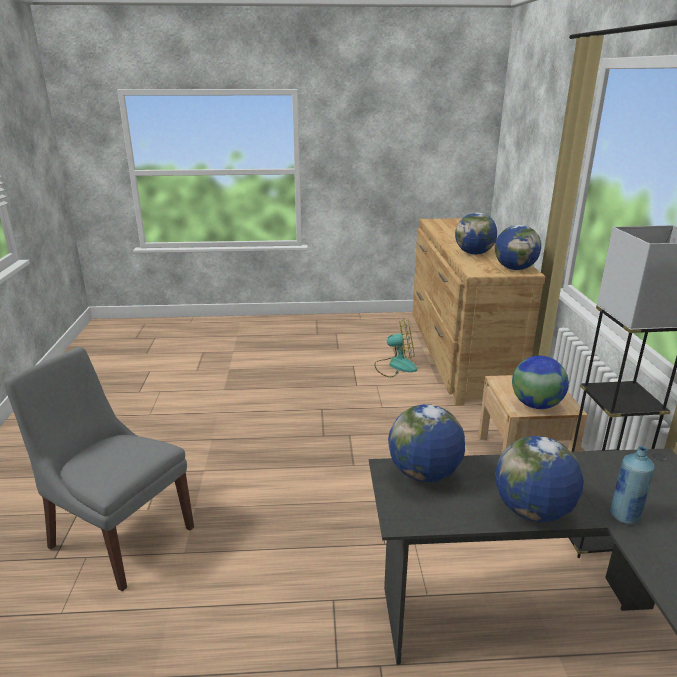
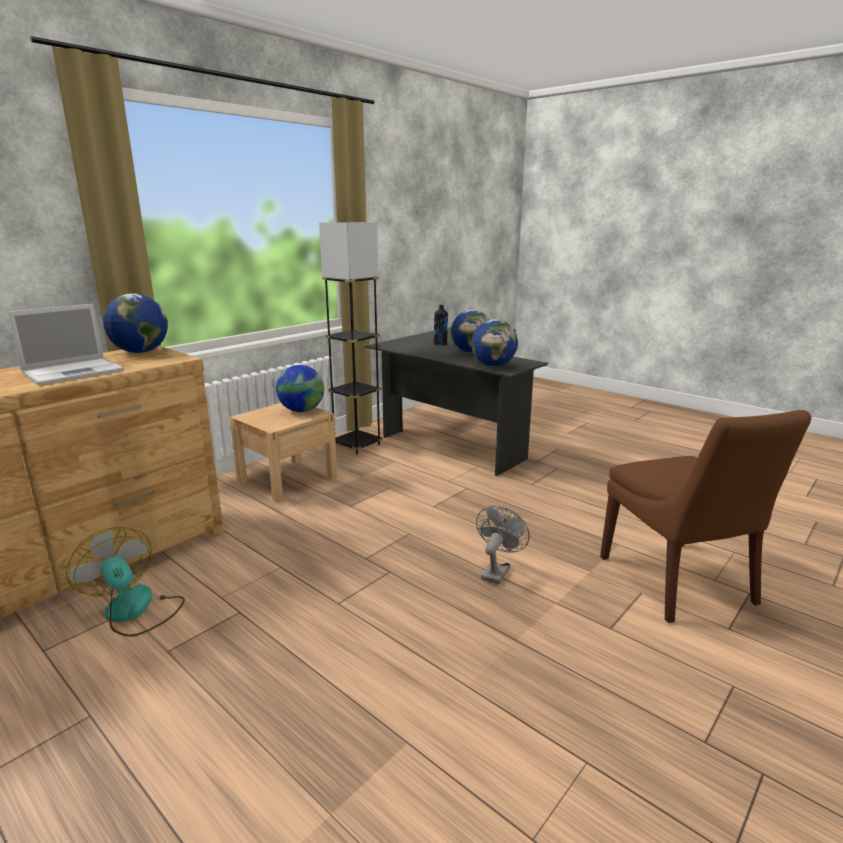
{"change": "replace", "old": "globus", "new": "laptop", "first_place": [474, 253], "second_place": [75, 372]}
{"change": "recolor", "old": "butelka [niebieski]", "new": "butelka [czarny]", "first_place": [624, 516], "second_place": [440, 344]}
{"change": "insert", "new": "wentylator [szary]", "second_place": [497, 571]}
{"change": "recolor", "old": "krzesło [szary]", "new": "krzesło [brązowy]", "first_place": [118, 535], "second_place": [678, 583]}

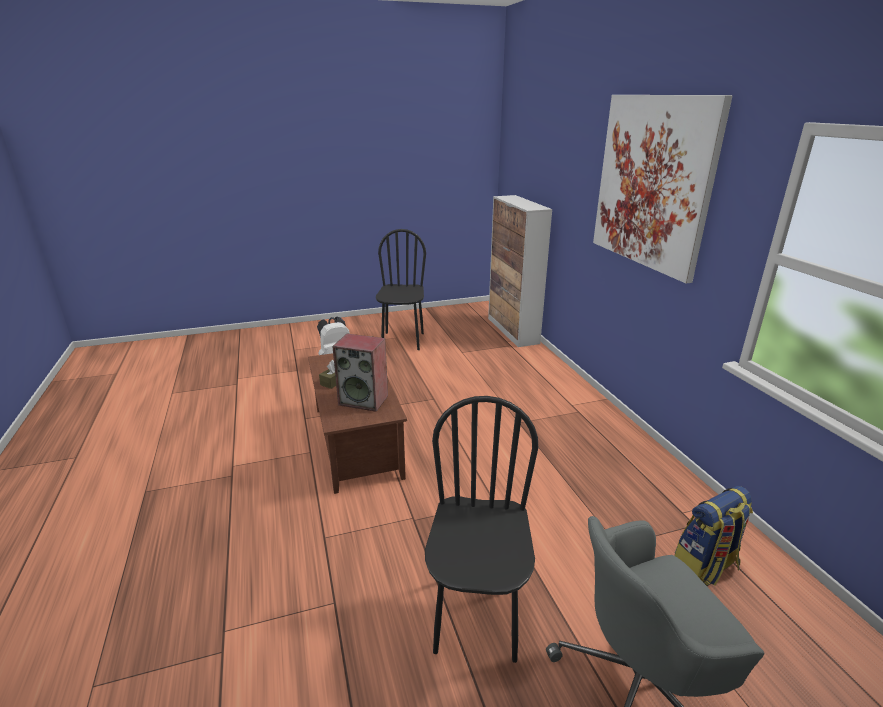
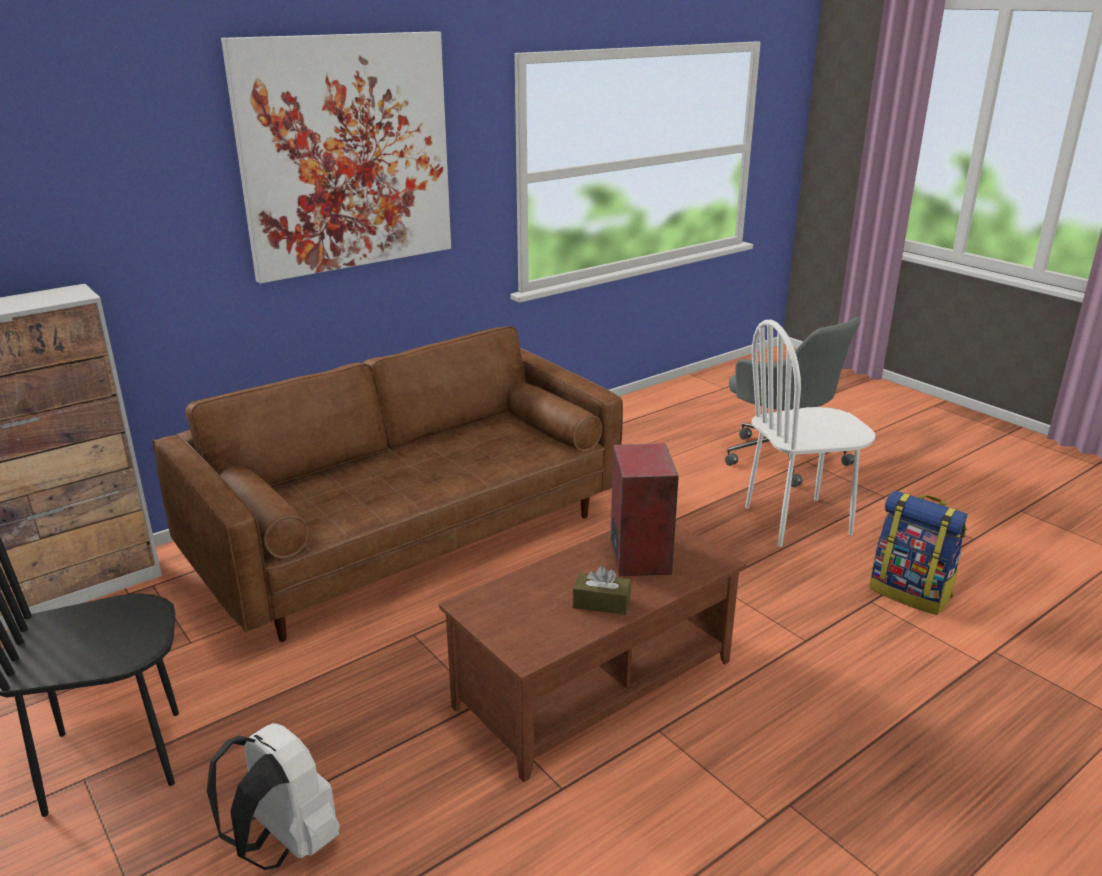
{"change": "insert", "new": "kanapa [brązowy]", "second_place": [408, 537]}
{"change": "recolor", "old": "krzesło [czarny]", "new": "krzesło [biały]", "first_place": [477, 617], "second_place": [798, 521]}
{"change": "move", "old": "plecak", "first_place": [705, 567], "second_place": [910, 593]}

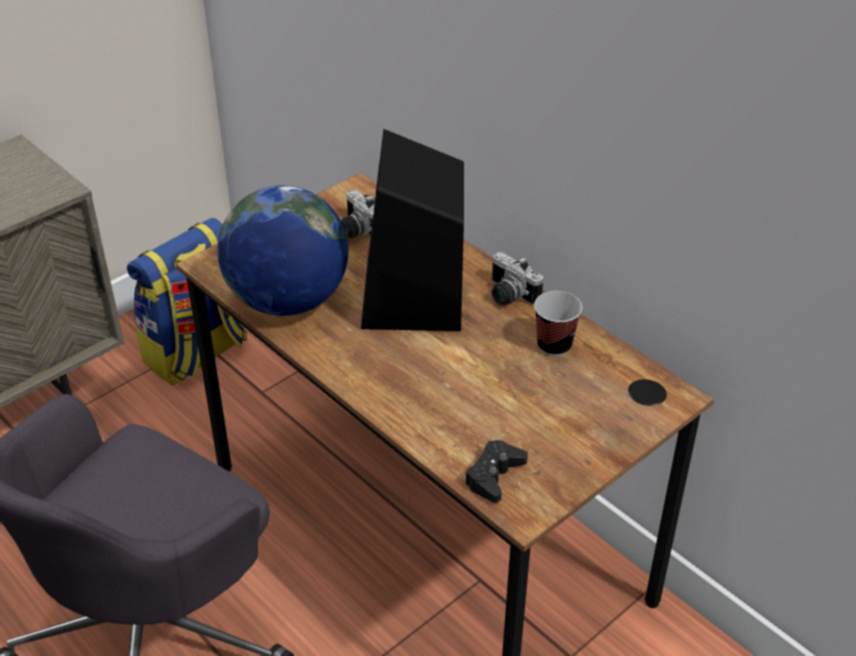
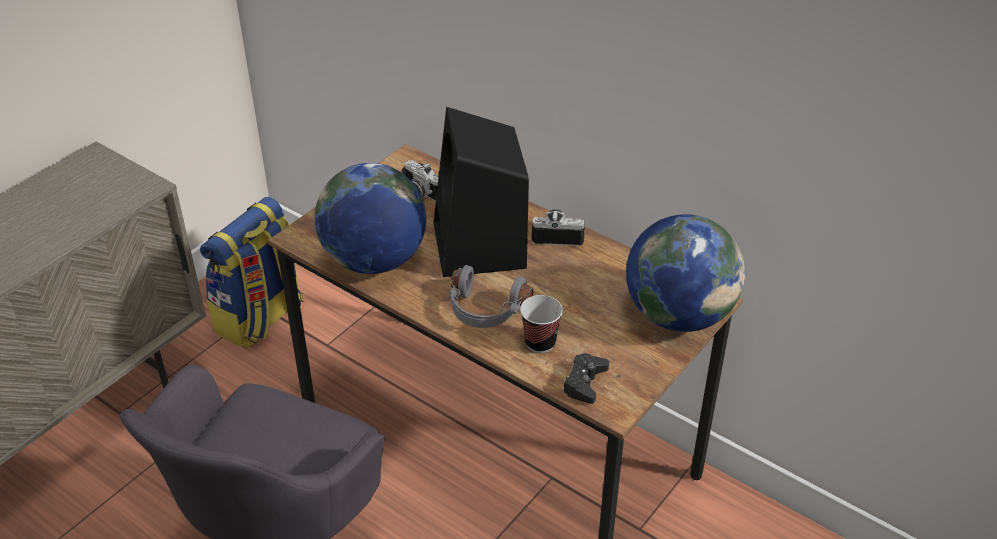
{"change": "insert", "new": "słuchawki [szary]", "second_place": [485, 310]}
{"change": "move", "old": "filiżanka", "first_place": [554, 345], "second_place": [540, 343]}
{"change": "rotate", "old": "aparat fotograficzny", "first_place": [508, 296], "second_place": [558, 235], "degrees": 150}
{"change": "insert", "new": "globus", "second_place": [678, 315]}

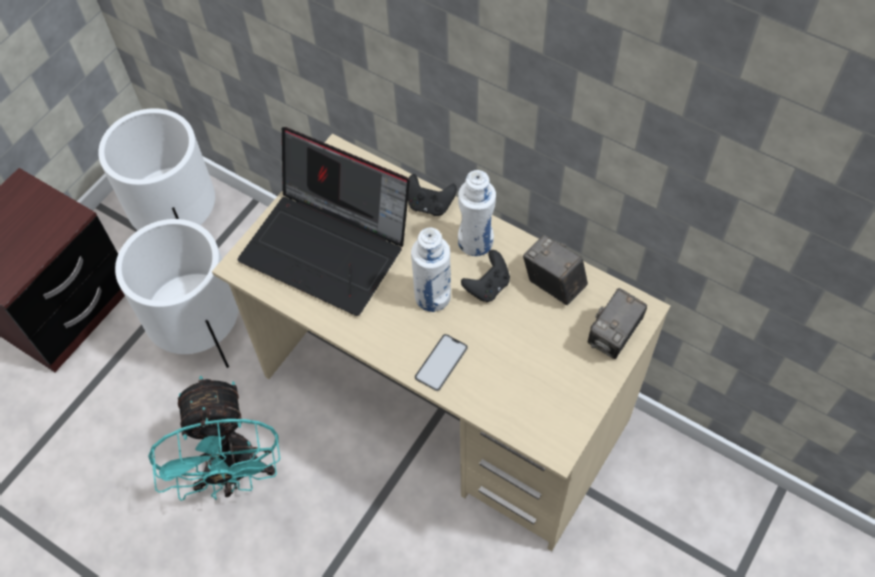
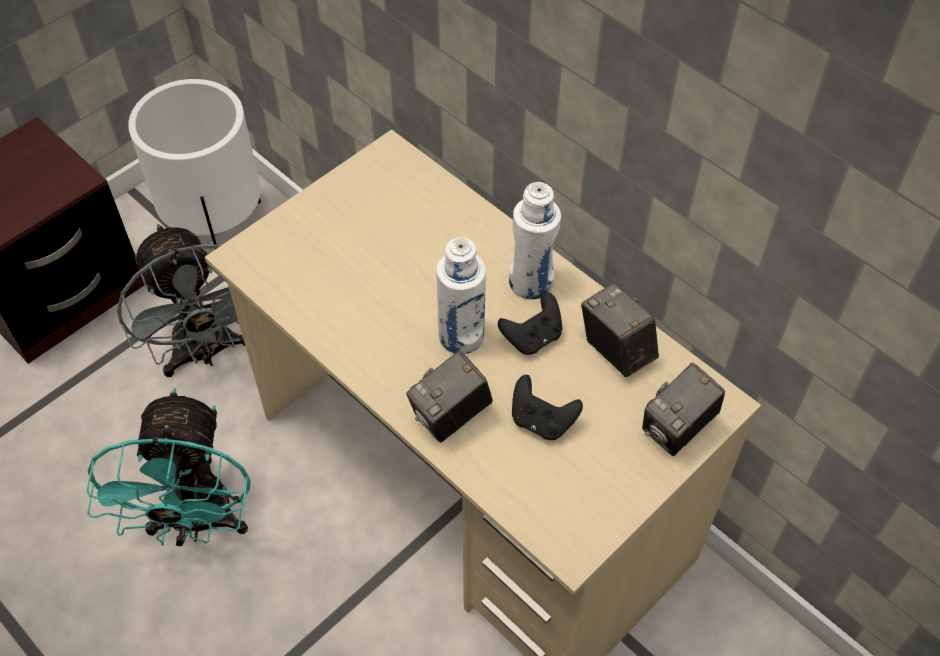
{"change": "replace", "old": "donica [biały]", "new": "wentylator [szary]", "first_place": [201, 333], "second_place": [206, 353]}
{"change": "replace", "old": "telefon", "new": "aparat fotograficzny", "first_place": [441, 362], "second_place": [451, 416]}
{"change": "move", "old": "pad do gier [czarny]", "first_place": [430, 205], "second_place": [541, 421]}
{"change": "delete", "old": "laptop", "first_place": [329, 247]}

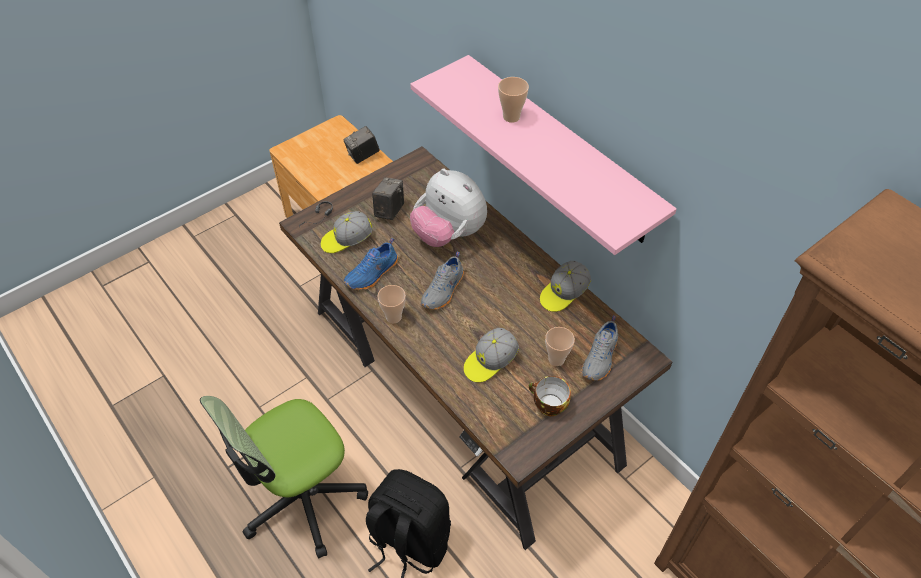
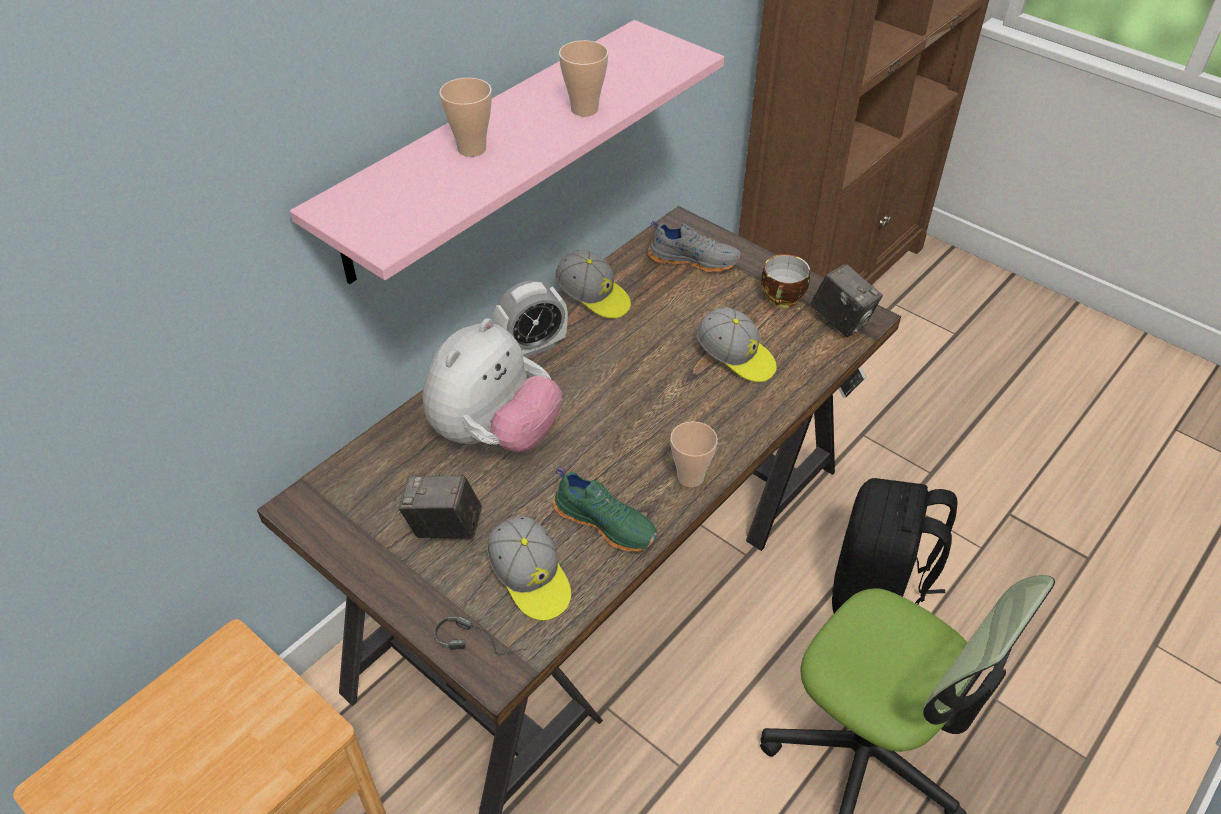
{"change": "insert", "new": "budzik", "second_place": [532, 347]}
{"change": "recolor", "old": "but [niebieski]", "new": "but [zielony]", "first_place": [373, 274], "second_place": [606, 522]}
{"change": "move", "old": "filiżanka", "first_place": [556, 359], "second_place": [584, 109]}
{"change": "move", "old": "aparat fotograficzny", "first_place": [363, 156], "second_place": [841, 321]}
{"change": "delete", "old": "but [szary]", "first_place": [444, 291]}

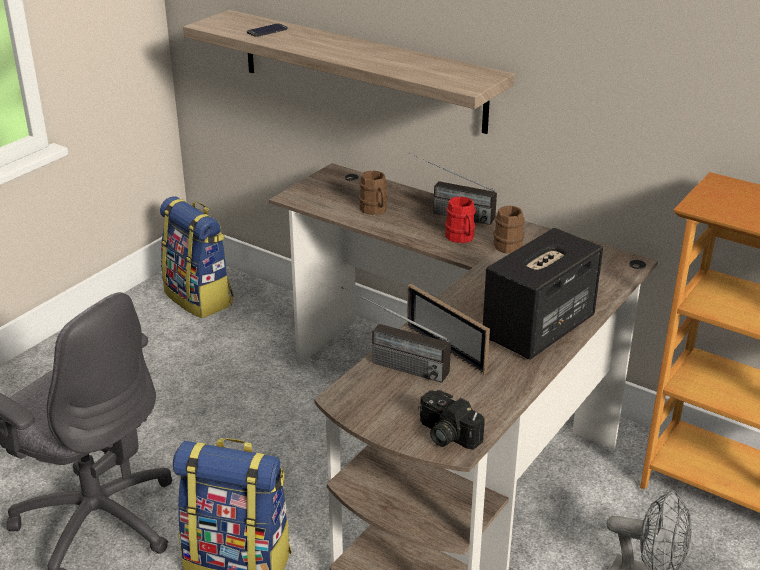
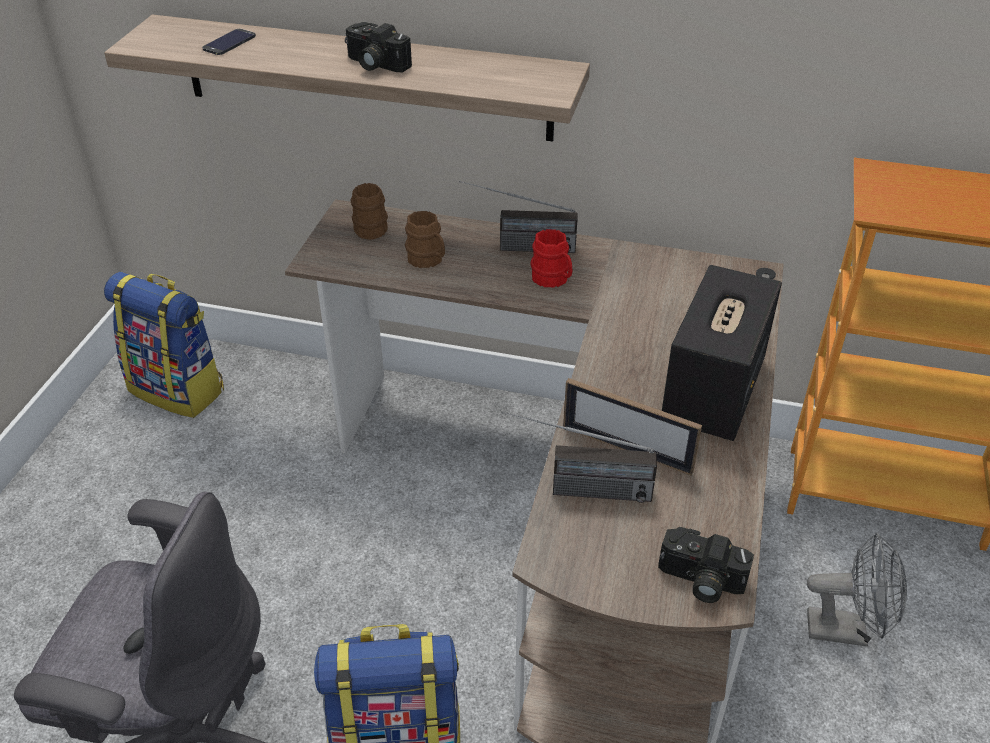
{"change": "insert", "new": "aparat fotograficzny", "second_place": [374, 64]}
{"change": "move", "old": "kubek [brązowy]", "first_place": [510, 244], "second_place": [372, 227]}

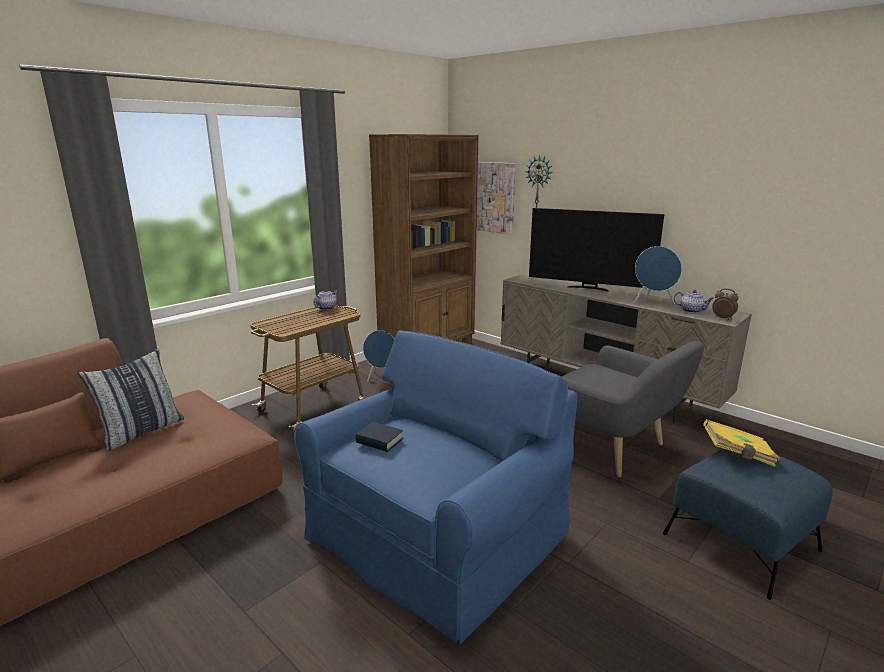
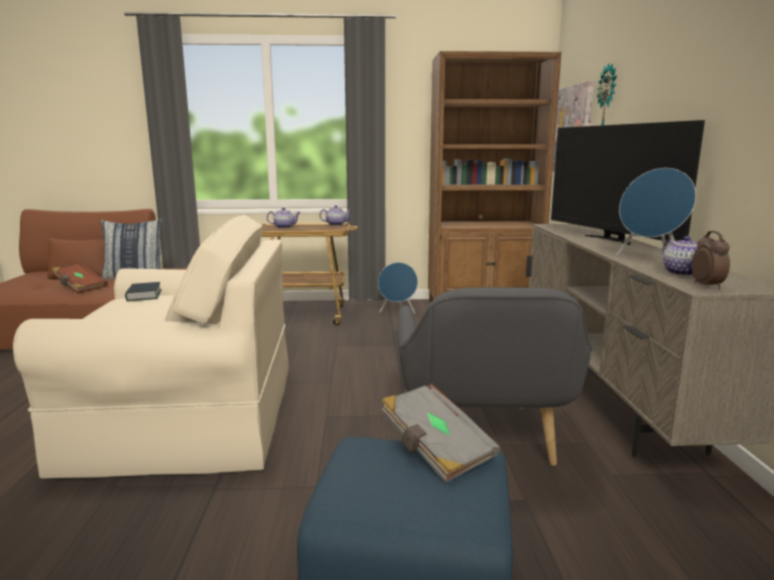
{"change": "recolor", "old": "fotel [niebieski]", "new": "fotel [beżowy]", "first_place": [436, 535], "second_place": [188, 417]}
{"change": "insert", "new": "książka [brązowy]", "second_place": [80, 287]}
{"change": "insert", "new": "imbryk", "second_place": [284, 227]}
{"change": "recolor", "old": "książka [żółty]", "new": "książka [szary]", "first_place": [738, 454], "second_place": [436, 450]}

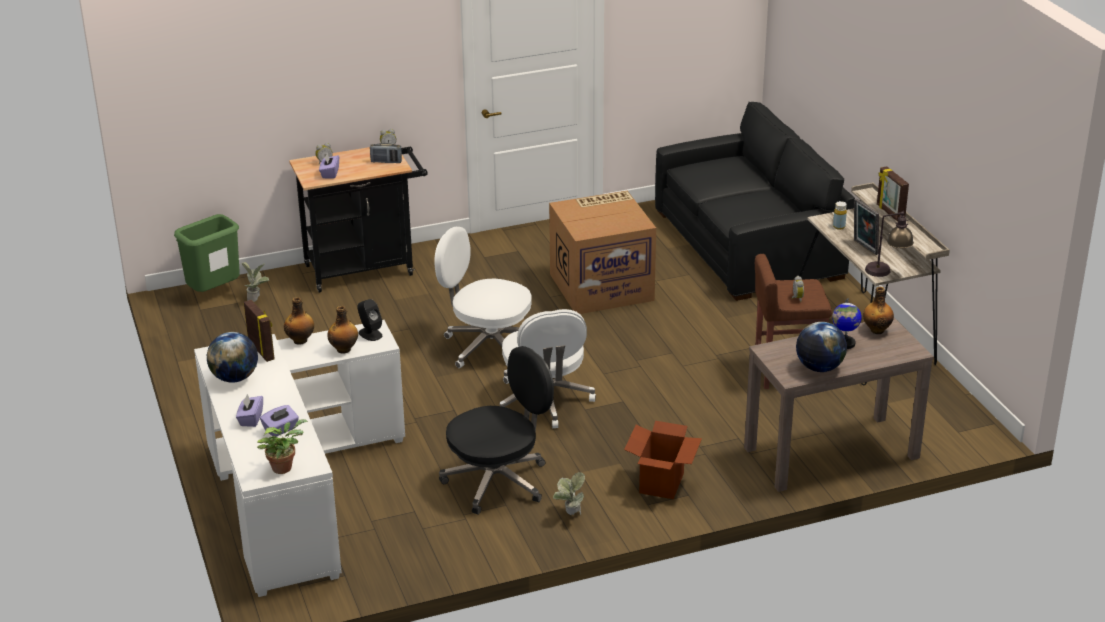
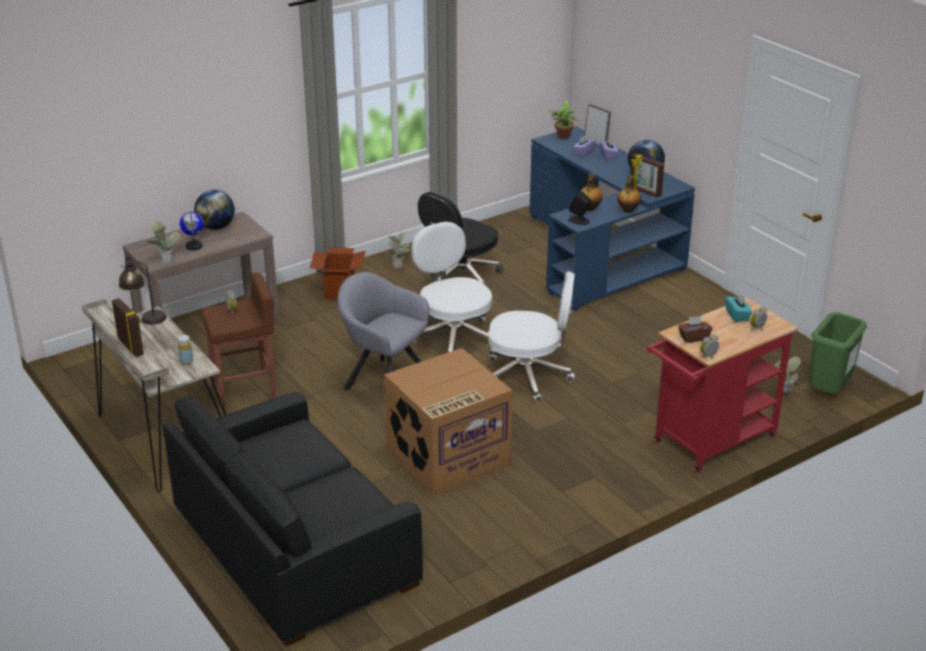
{"change": "replace", "old": "butelka", "new": "roślina doniczkowa", "first_place": [877, 330], "second_place": [165, 259]}
{"change": "insert", "new": "fotel [szary]", "second_place": [383, 380]}
{"change": "recolor", "old": "biurko [biały]", "new": "biurko [niebieski]", "first_place": [292, 490], "second_place": [602, 255]}
{"change": "move", "old": "ramka na zdjęcie", "first_place": [864, 247], "second_place": [596, 143]}
{"change": "recolor", "old": "wózek [czarny]", "new": "wózek [czerwony]", "first_place": [366, 268], "second_place": [709, 443]}
{"change": "replace", "old": "radio", "new": "pudełko chusteczek [brązowy]", "first_place": [386, 162], "second_place": [693, 338]}
{"change": "recolor", "old": "pudełko chusteczek [fioletowy]", "new": "pudełko chusteczek [turkusowy]", "first_place": [330, 173], "second_place": [737, 316]}

